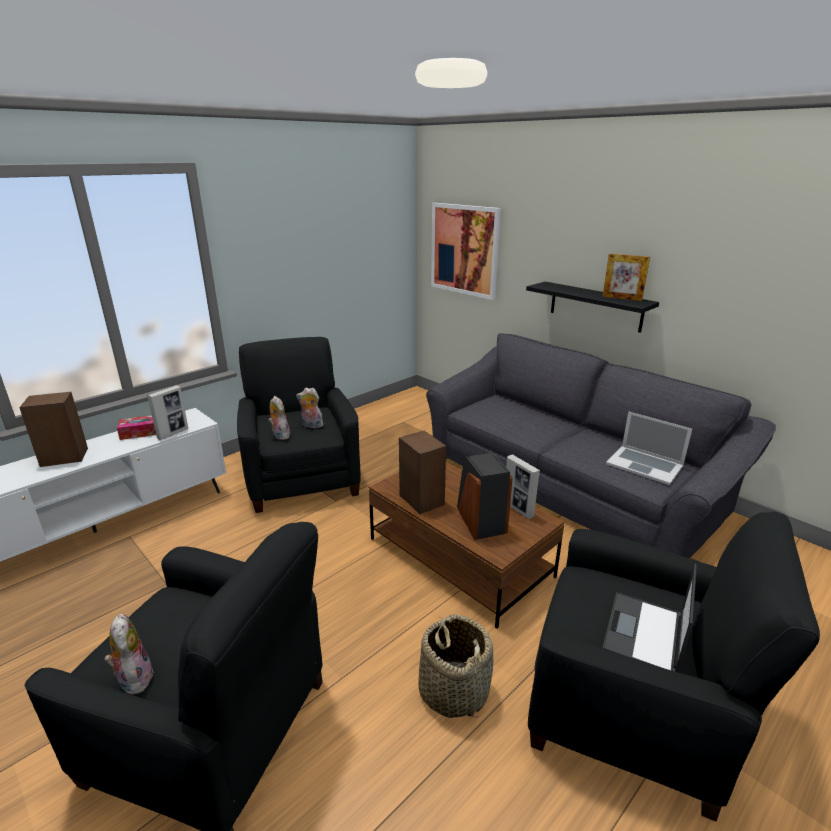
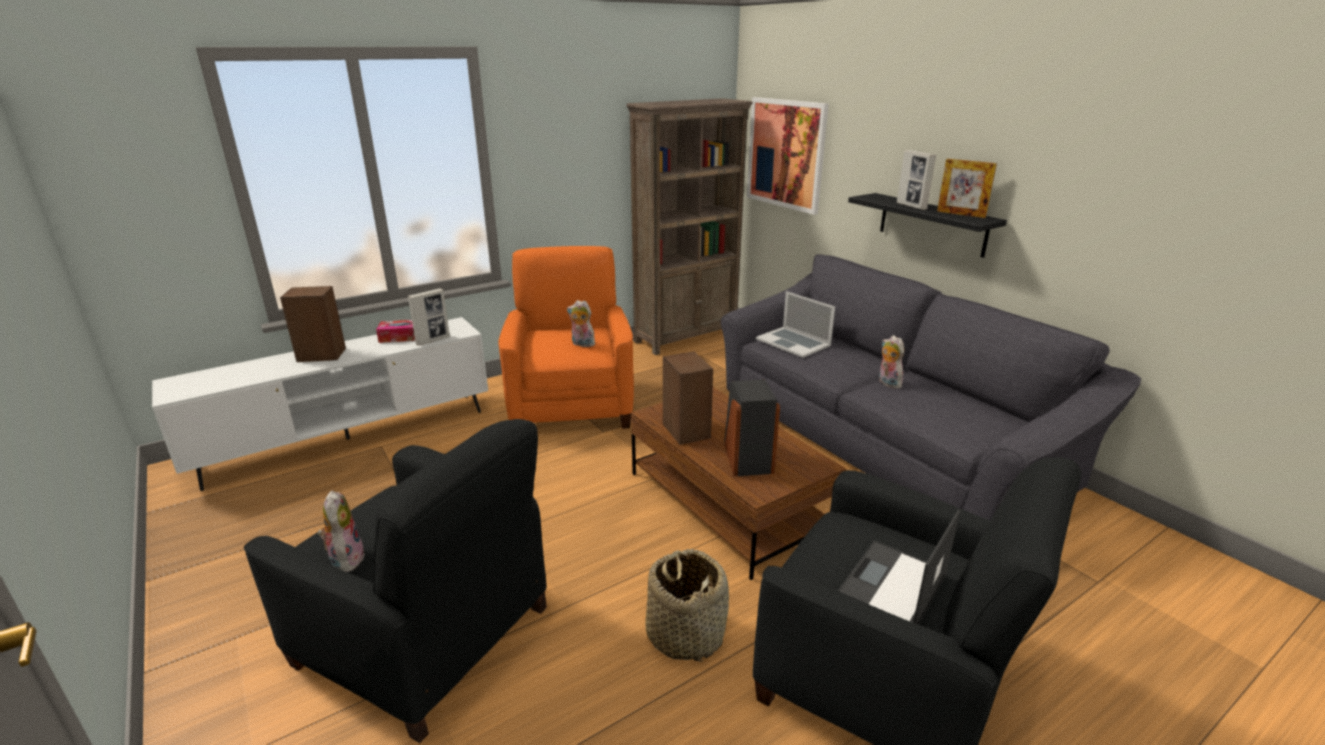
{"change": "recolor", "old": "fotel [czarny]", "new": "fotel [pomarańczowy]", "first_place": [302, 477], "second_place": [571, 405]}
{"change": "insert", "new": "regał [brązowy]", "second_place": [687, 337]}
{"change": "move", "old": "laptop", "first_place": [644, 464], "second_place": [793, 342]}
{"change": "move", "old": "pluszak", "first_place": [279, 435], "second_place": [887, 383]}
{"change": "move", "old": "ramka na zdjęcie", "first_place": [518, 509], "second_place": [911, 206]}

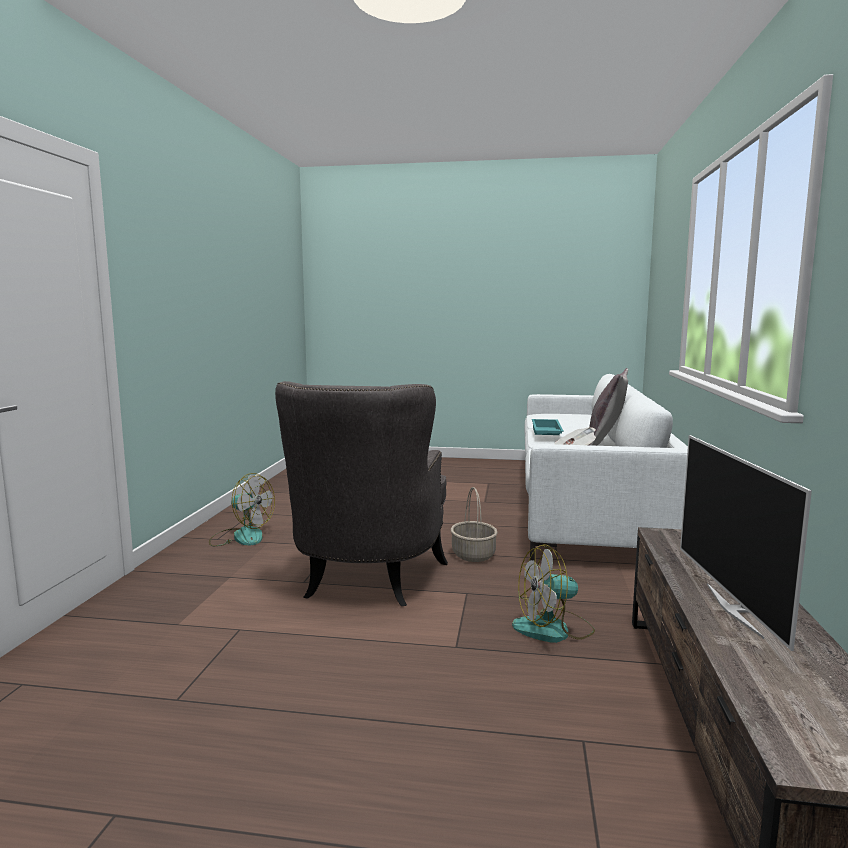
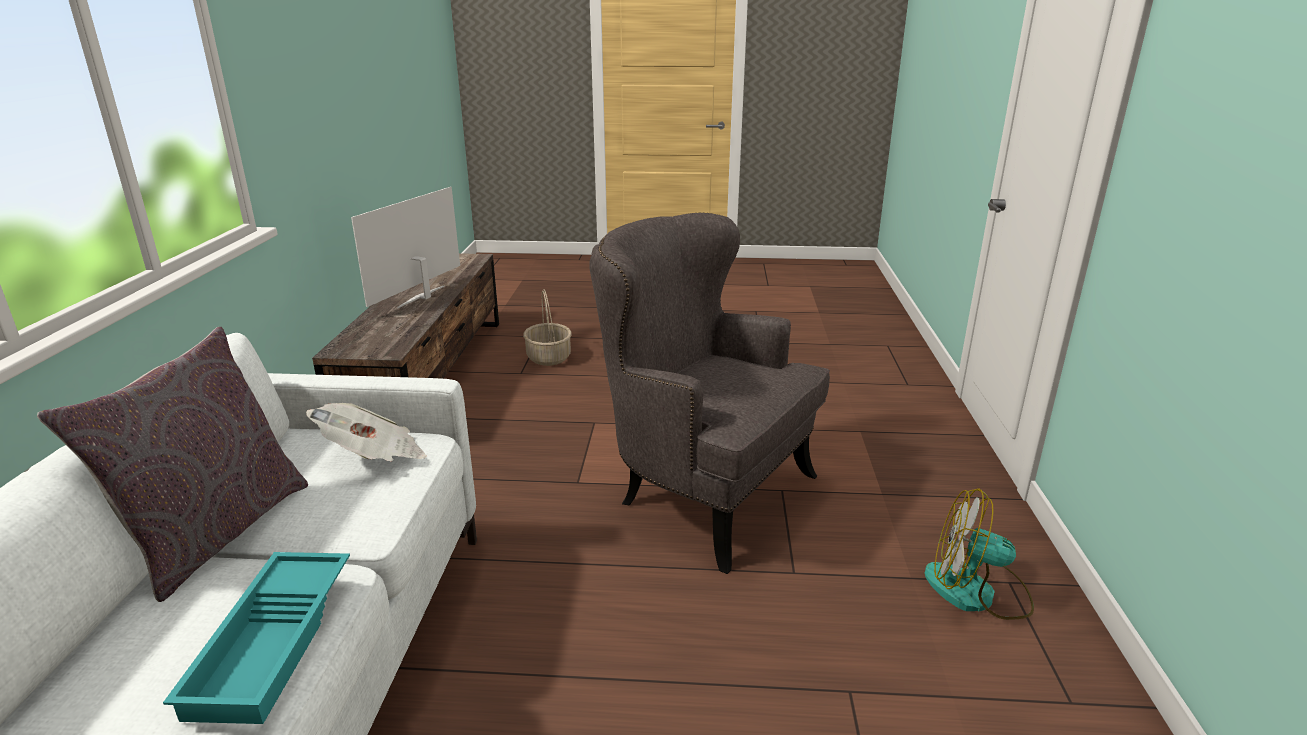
{"change": "rotate", "old": "telewizor", "first_place": [735, 609], "second_place": [423, 297], "degrees": -150}
{"change": "move", "old": "koszyk", "first_place": [473, 554], "second_place": [549, 358]}
{"change": "rotate", "old": "fotel [szary]", "first_place": [366, 582], "second_place": [703, 492], "degrees": -60}
{"change": "delete", "old": "wentylator", "first_place": [553, 629]}

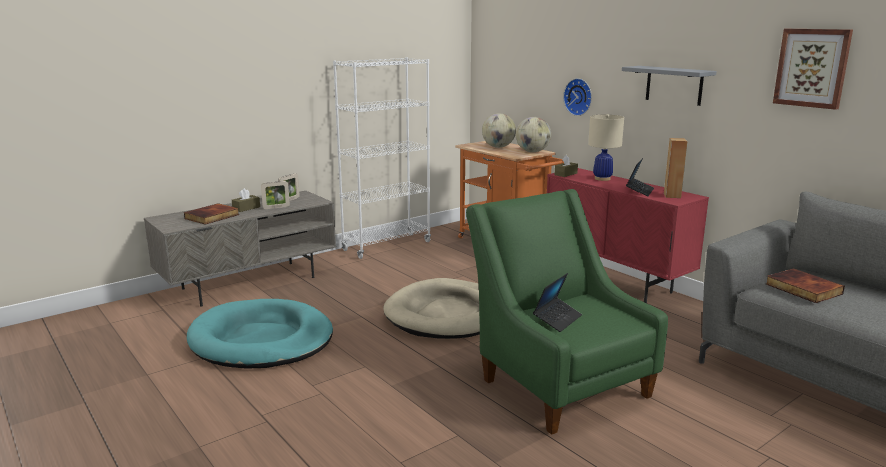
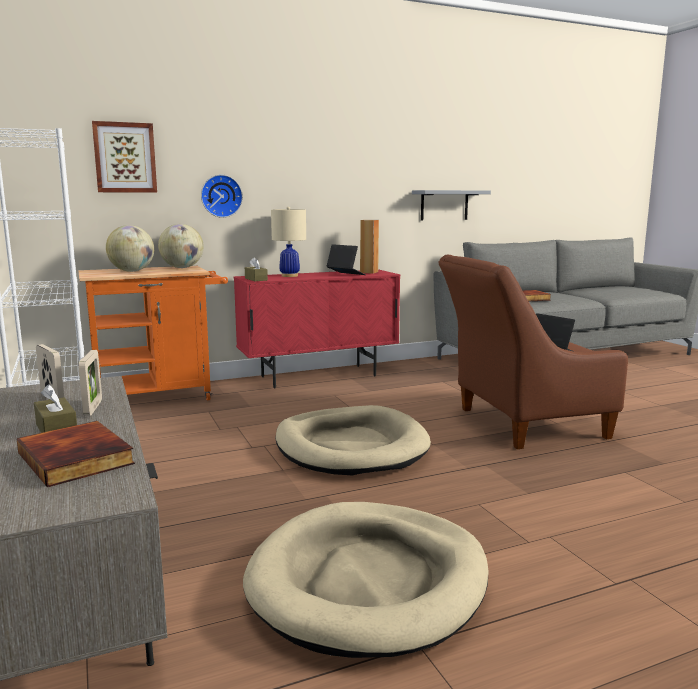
{"change": "move", "old": "obraz", "first_place": [812, 68], "second_place": [125, 158]}
{"change": "recolor", "old": "legowisko [turkusowy]", "new": "legowisko [beżowy]", "first_place": [261, 340], "second_place": [369, 581]}
{"change": "move", "old": "półka [szary]", "first_place": [674, 85], "second_place": [444, 205]}
{"change": "recolor", "old": "fotel [zielony]", "new": "fotel [brązowy]", "first_place": [557, 382], "second_place": [521, 424]}

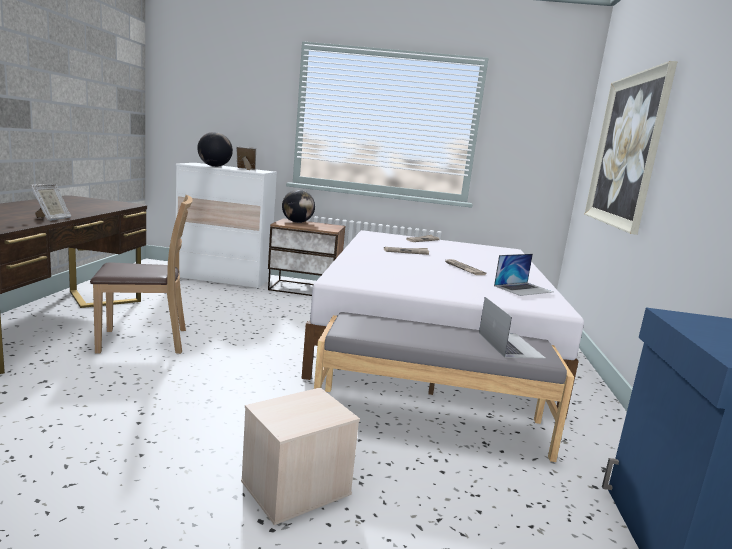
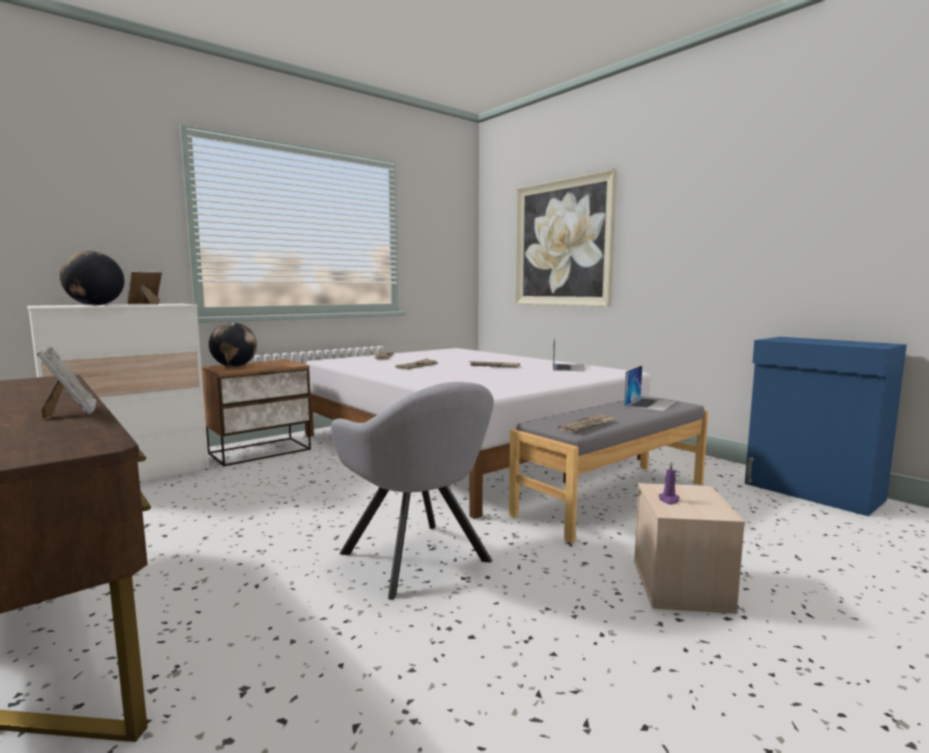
{"change": "insert", "new": "fotel [szary]", "second_place": [419, 560]}
{"change": "insert", "new": "gazeta", "second_place": [587, 426]}
{"change": "rotate", "old": "laptop", "first_place": [510, 345], "second_place": [650, 404], "degrees": 90}
{"change": "insert", "new": "świeca [fioletowy]", "second_place": [669, 500]}
{"change": "delete", "old": "krzesło [brązowy]", "first_place": [145, 341]}

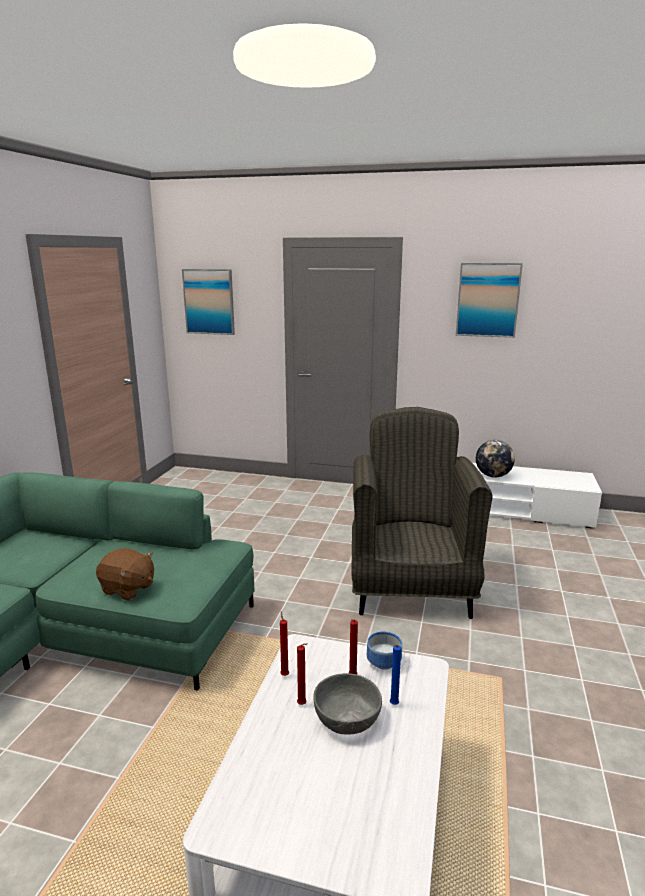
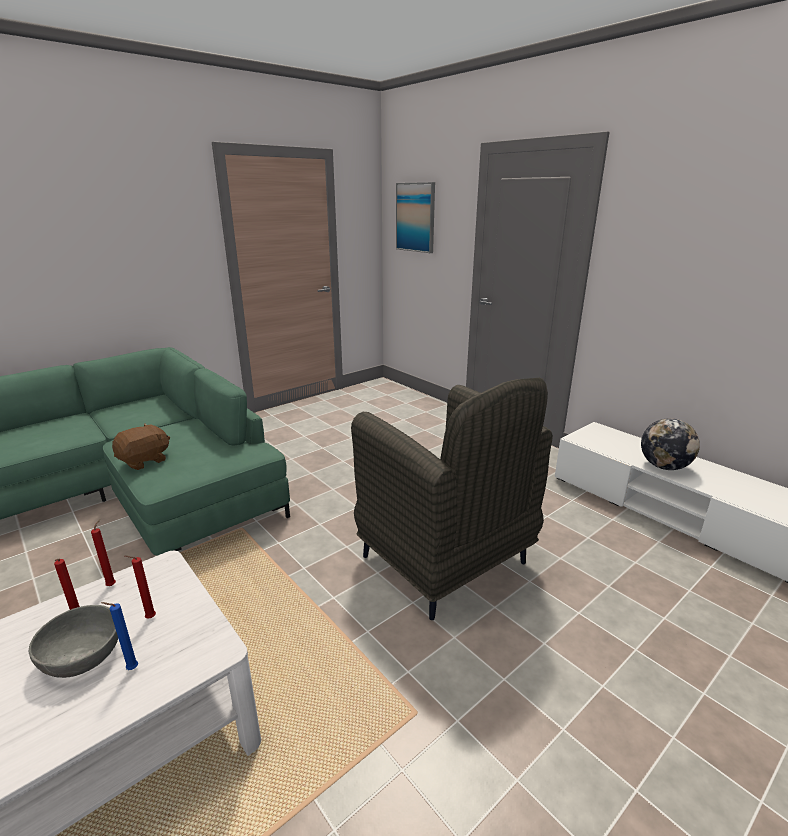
{"change": "rotate", "old": "pluszak [brązowy]", "first_place": [128, 589], "second_place": [145, 461], "degrees": -105}
{"change": "rotate", "old": "fotel [szary]", "first_place": [410, 588], "second_place": [446, 562], "degrees": 105}
{"change": "delete", "old": "miska", "first_place": [384, 661]}
{"change": "delete", "old": "obraz", "first_place": [488, 300]}

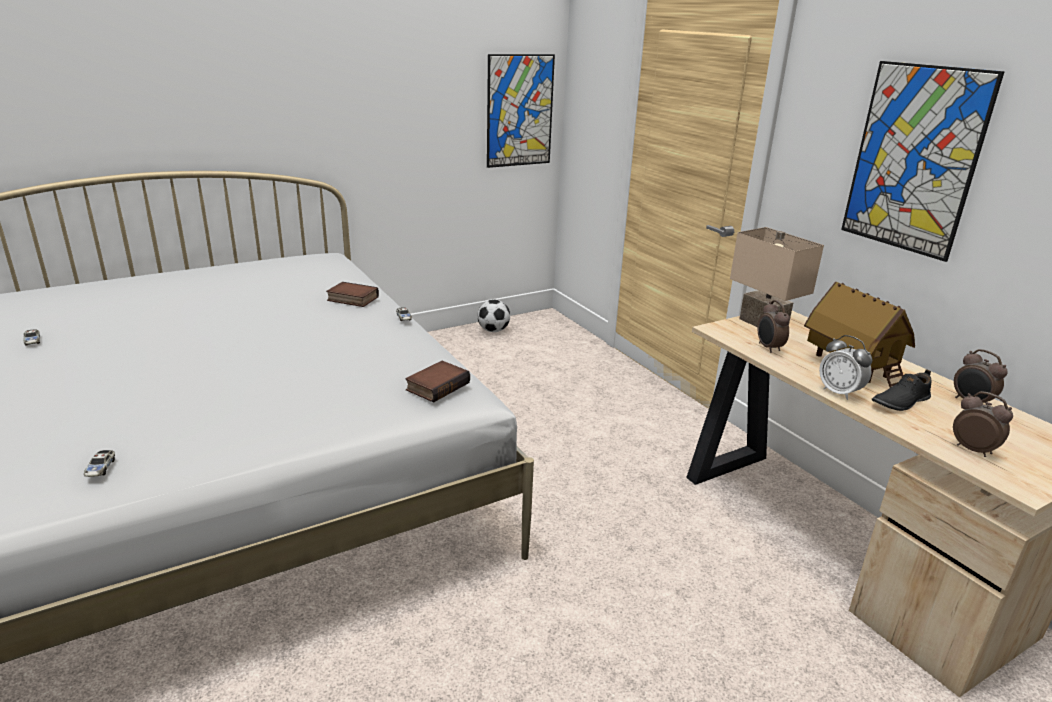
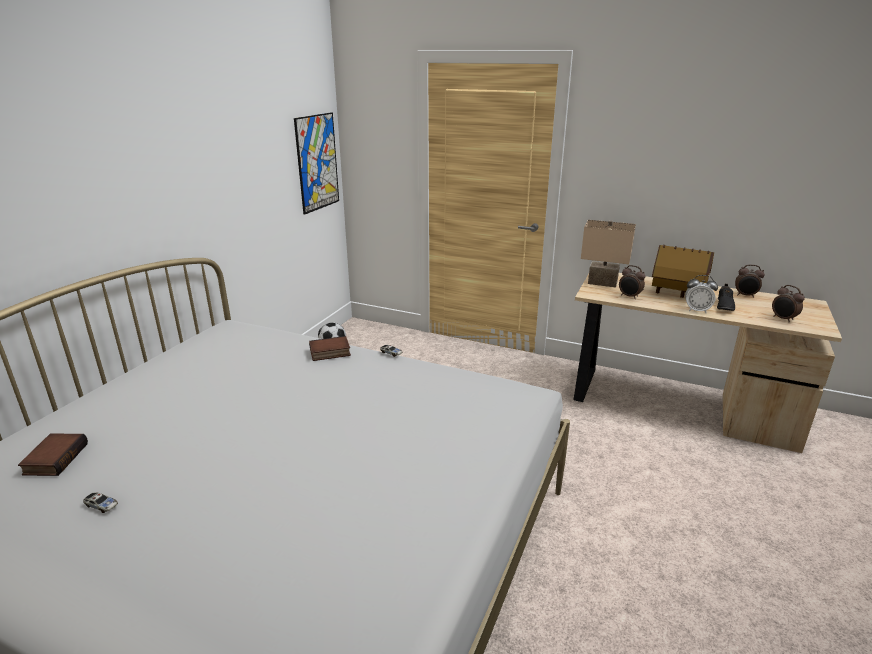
{"change": "move", "old": "książka", "first_place": [437, 385], "second_place": [55, 458]}
{"change": "rotate", "old": "budzik", "first_place": [973, 449], "second_place": [783, 319], "degrees": -135}
{"change": "delete", "old": "samochodzik", "first_place": [101, 468]}
{"change": "delete", "old": "obraz", "first_place": [914, 159]}

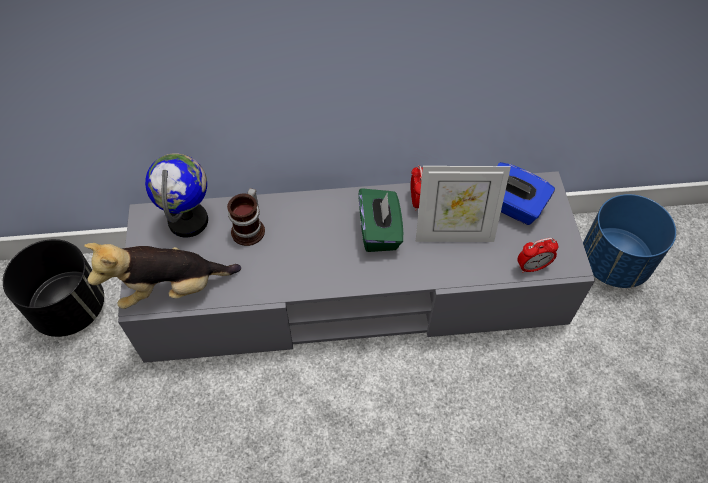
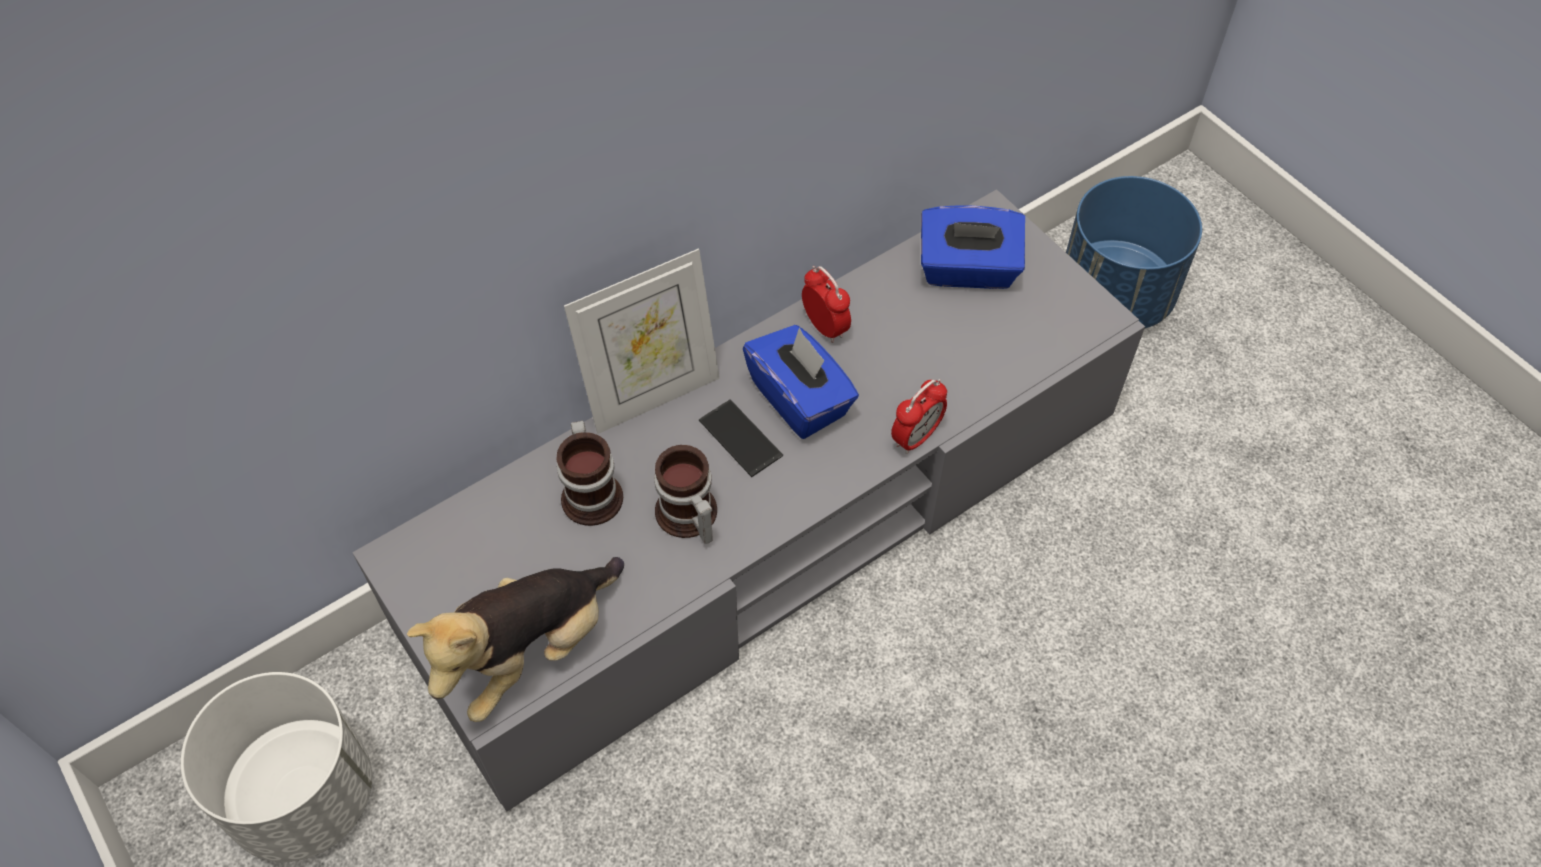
{"change": "recolor", "old": "donica [czarny]", "new": "donica [biały]", "first_place": [70, 307], "second_place": [303, 794]}
{"change": "move", "old": "ramka na zdjęcie", "first_place": [454, 234], "second_place": [652, 395]}
{"change": "insert", "new": "kubek", "second_place": [686, 517]}
{"change": "insert", "new": "telefon", "second_place": [740, 438]}
{"change": "recolor", "old": "pudełko chusteczek [zielony]", "new": "pudełko chusteczek [niebieski]", "first_place": [380, 231], "second_place": [800, 399]}
{"change": "move", "old": "budzik", "first_place": [532, 267], "second_place": [916, 437]}
{"change": "delete", "old": "globus", "first_place": [189, 221]}

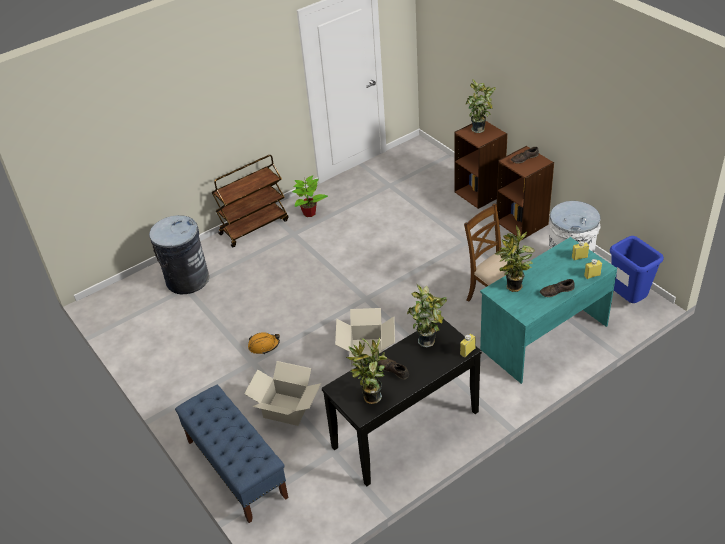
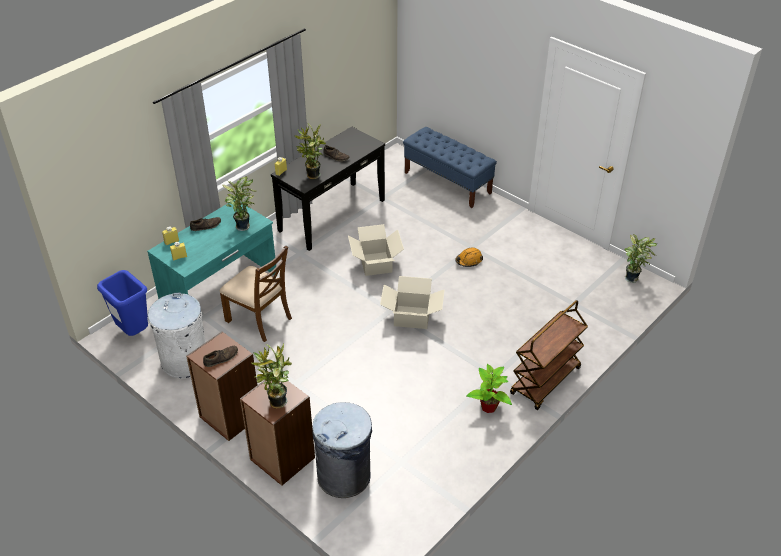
{"change": "move", "old": "kosz na śmieci [szary]", "first_place": [187, 279], "second_place": [344, 476]}
{"change": "move", "old": "karton", "first_place": [286, 408], "second_place": [412, 317]}
{"change": "move", "old": "roślina doniczkowa", "first_place": [370, 398], "second_place": [632, 278]}

